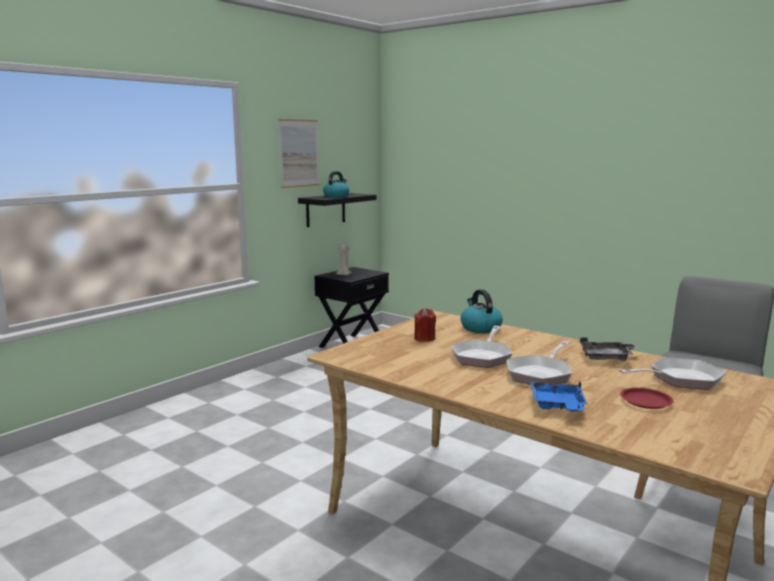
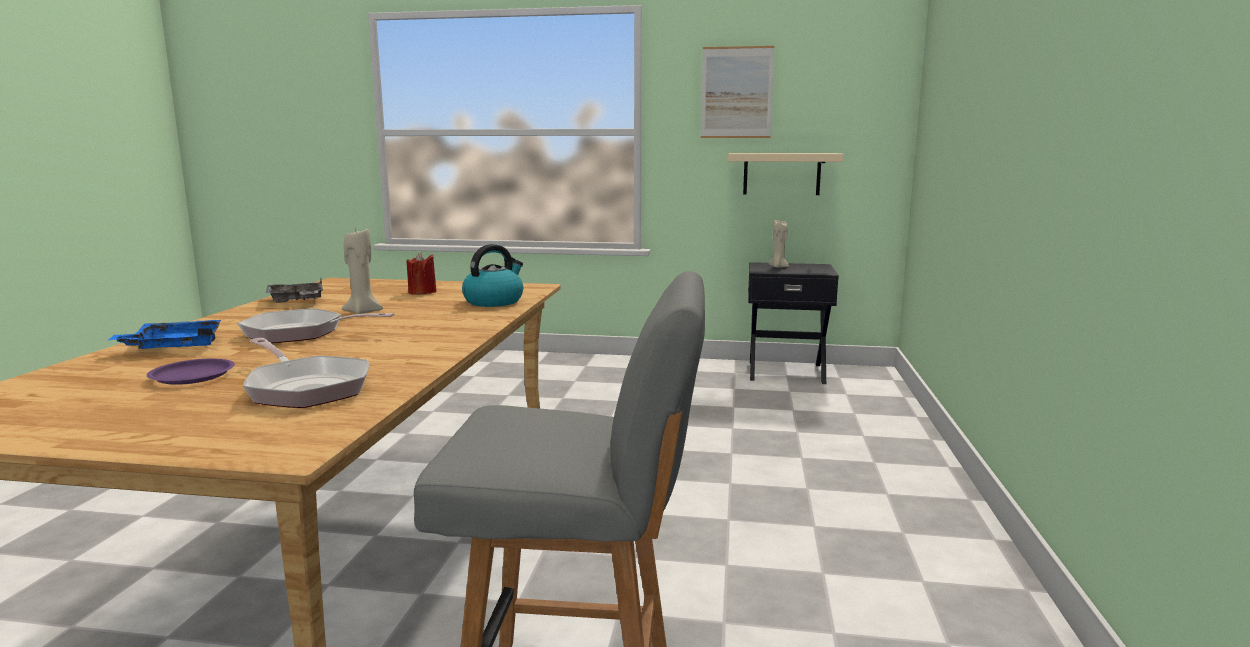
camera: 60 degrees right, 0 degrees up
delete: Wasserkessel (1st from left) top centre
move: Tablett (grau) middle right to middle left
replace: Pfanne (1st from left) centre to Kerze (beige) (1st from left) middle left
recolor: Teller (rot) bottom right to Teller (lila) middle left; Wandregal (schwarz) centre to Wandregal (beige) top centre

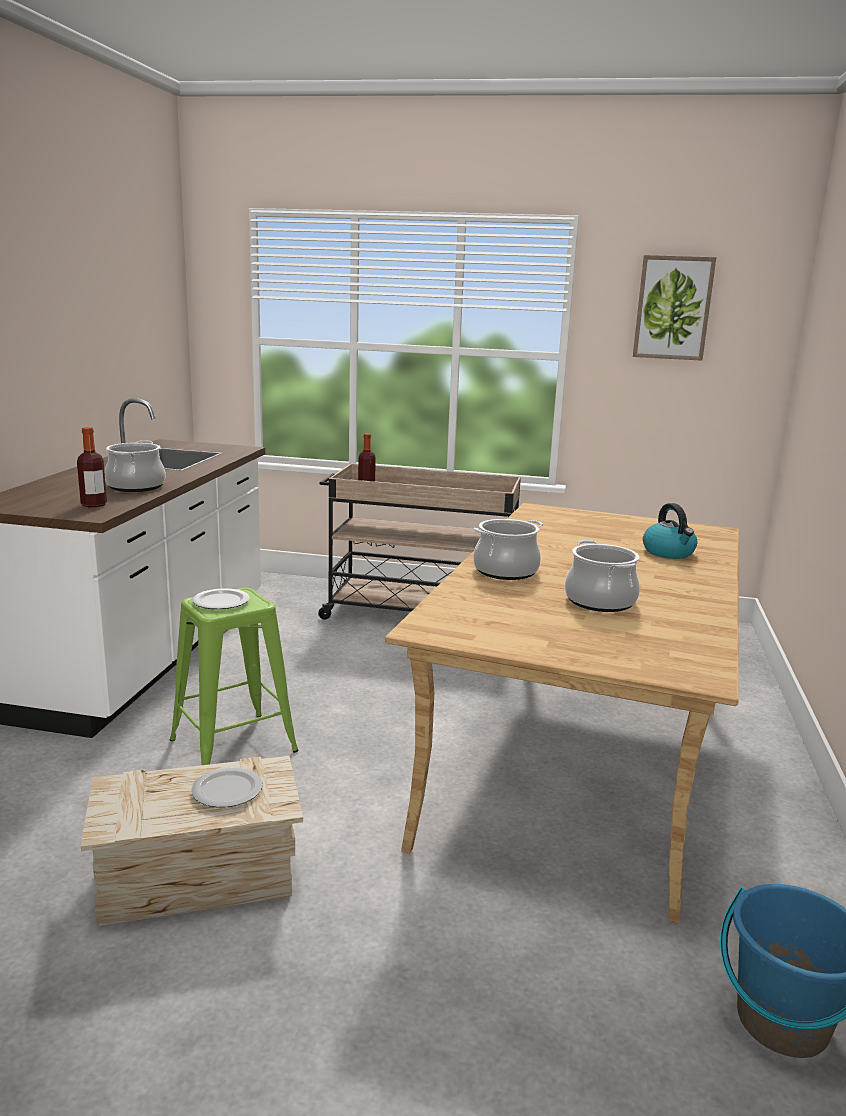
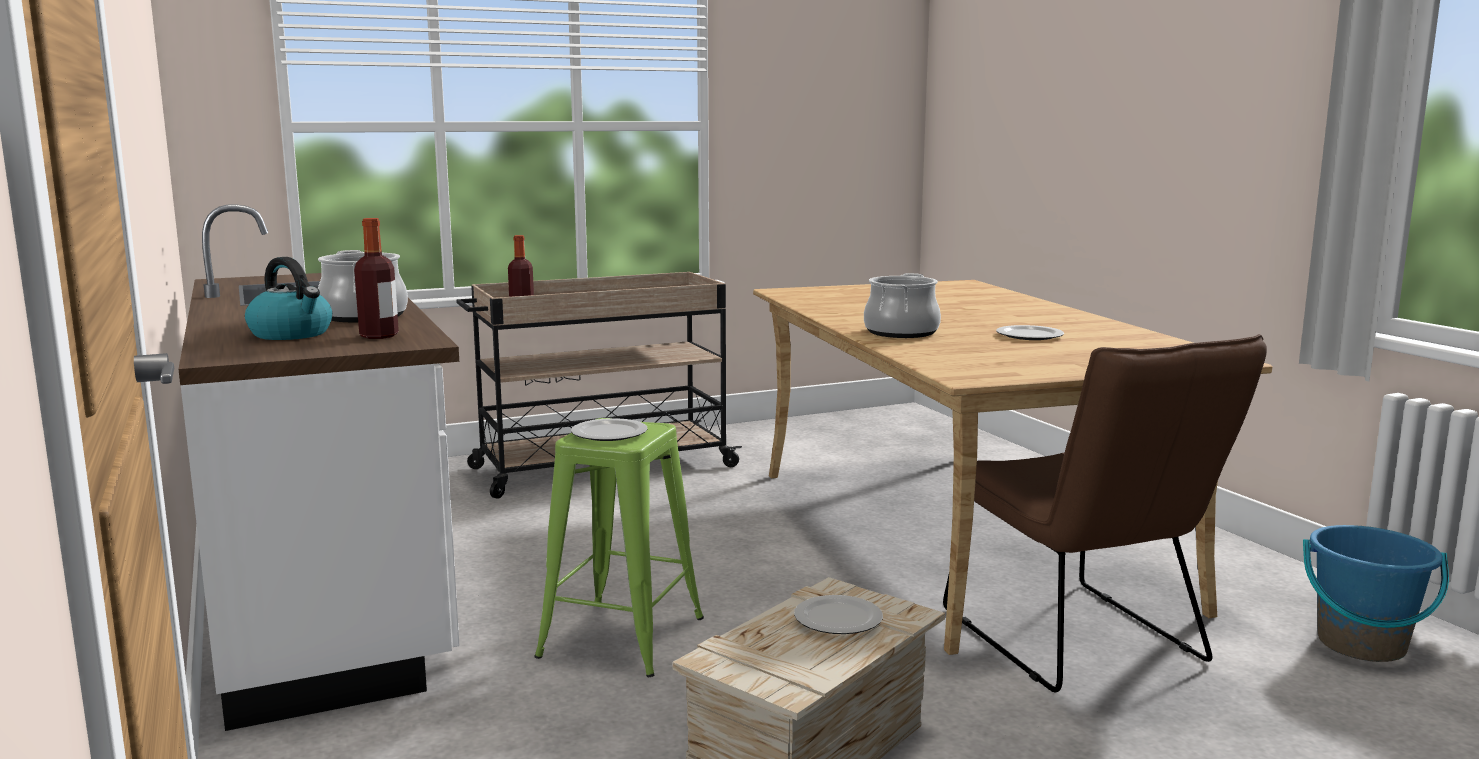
camera: 35 degrees left, 5 degrees down
delete: Bild top right
insert: Stuhl (braun) bottom right
move: Wasserkessel middle right to middle left
replace: Kochtopf (3rd from left) middle right to Teller (3rd from left) middle right

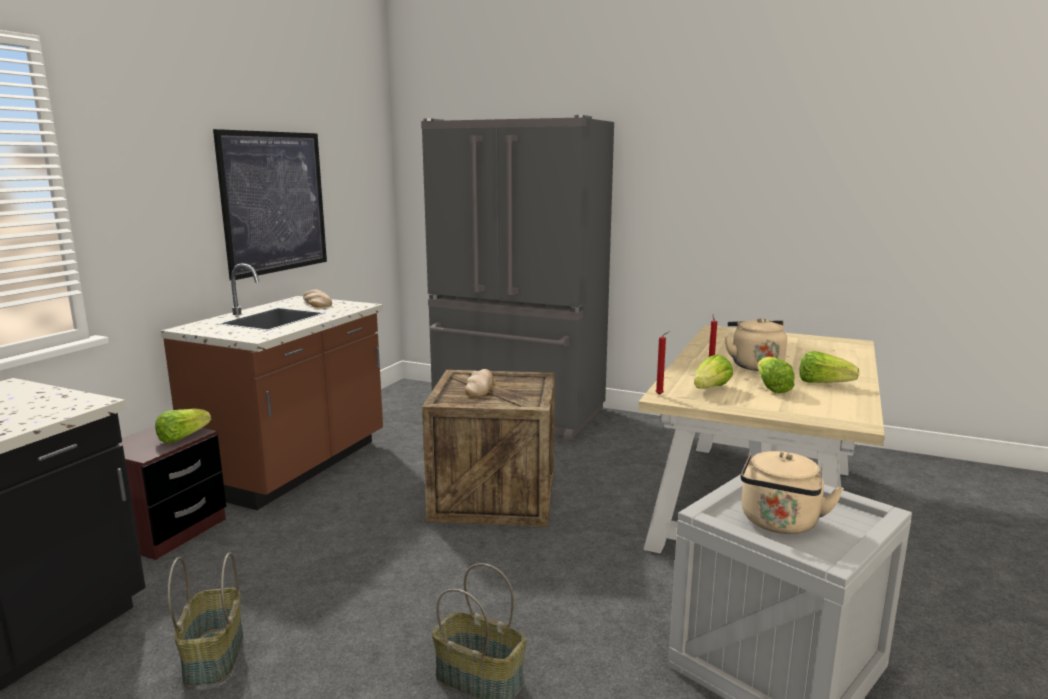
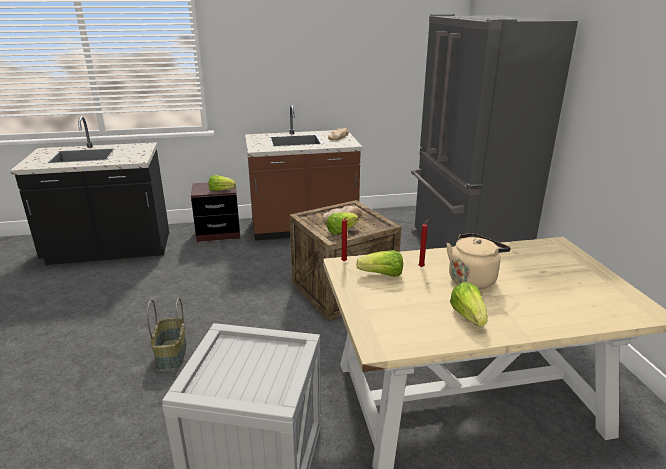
camera: 55 degrees right, 10 degrees up
delete: Korb (1st from left) bottom left; Bild top left; Wasserkessel (beige) (2nd from left) bottom right
move: Salatkopf (3rd from left in the first image) middle right to Salatkopf (2nd from left) centre

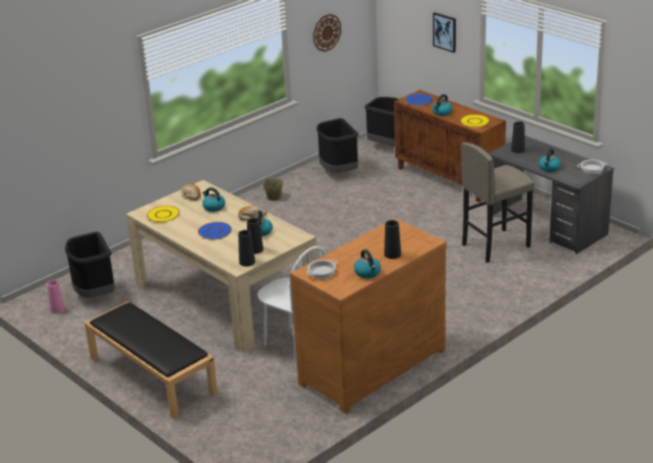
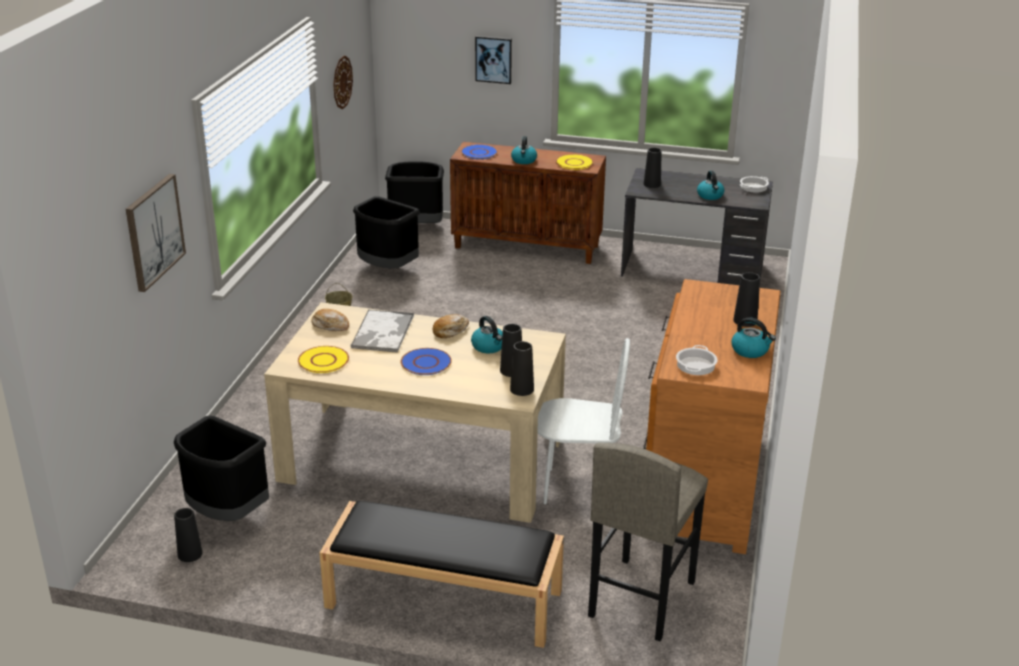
camera: 35 degrees left, 0 degrees up
insert: Bild (1st from left) middle left
move: Hocker (grau) middle right to bottom centre
replace: Wasserkessel (1st from left) middle left to Tablett centre
recolor: Vase (rosa) middle left to Vase (schwarz) (1st from left) bottom left

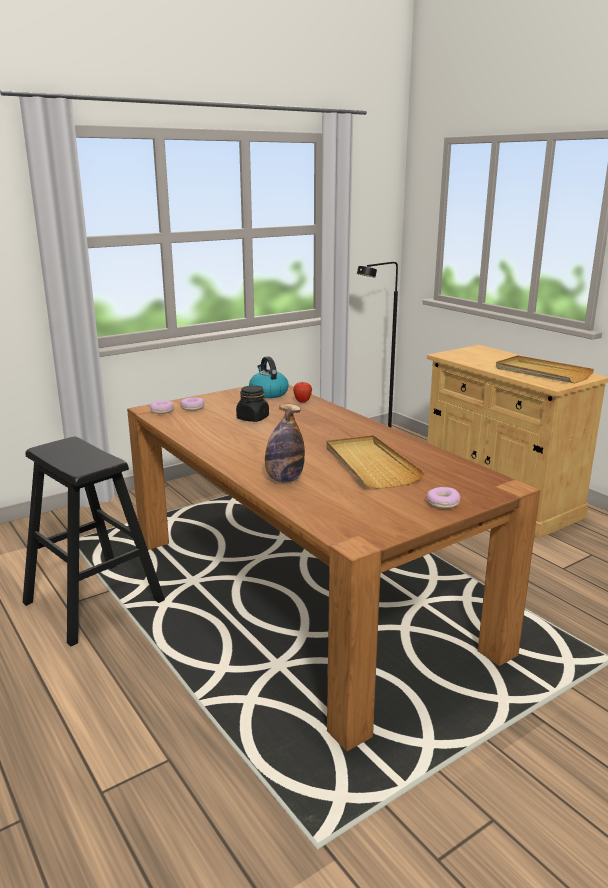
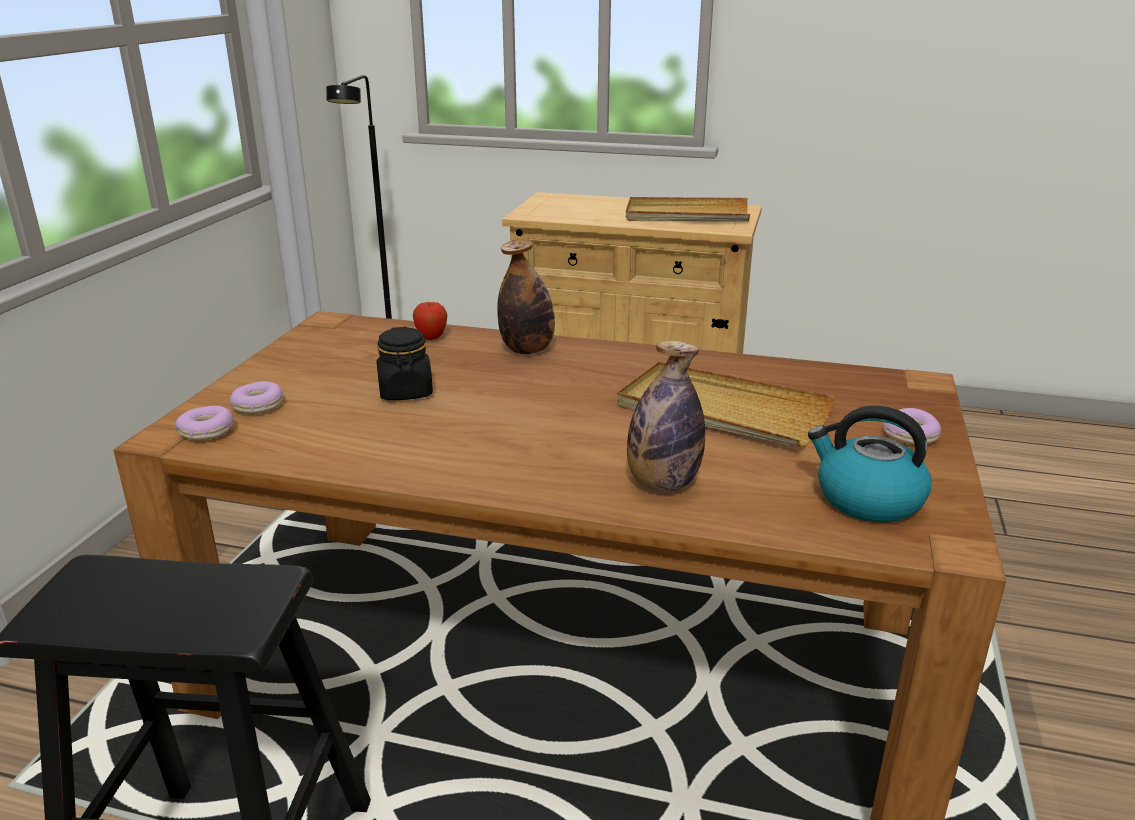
camera: 40 degrees left, 5 degrees up
insert: Flasche (1st from left) centre
move: Wasserkessel centre to middle right

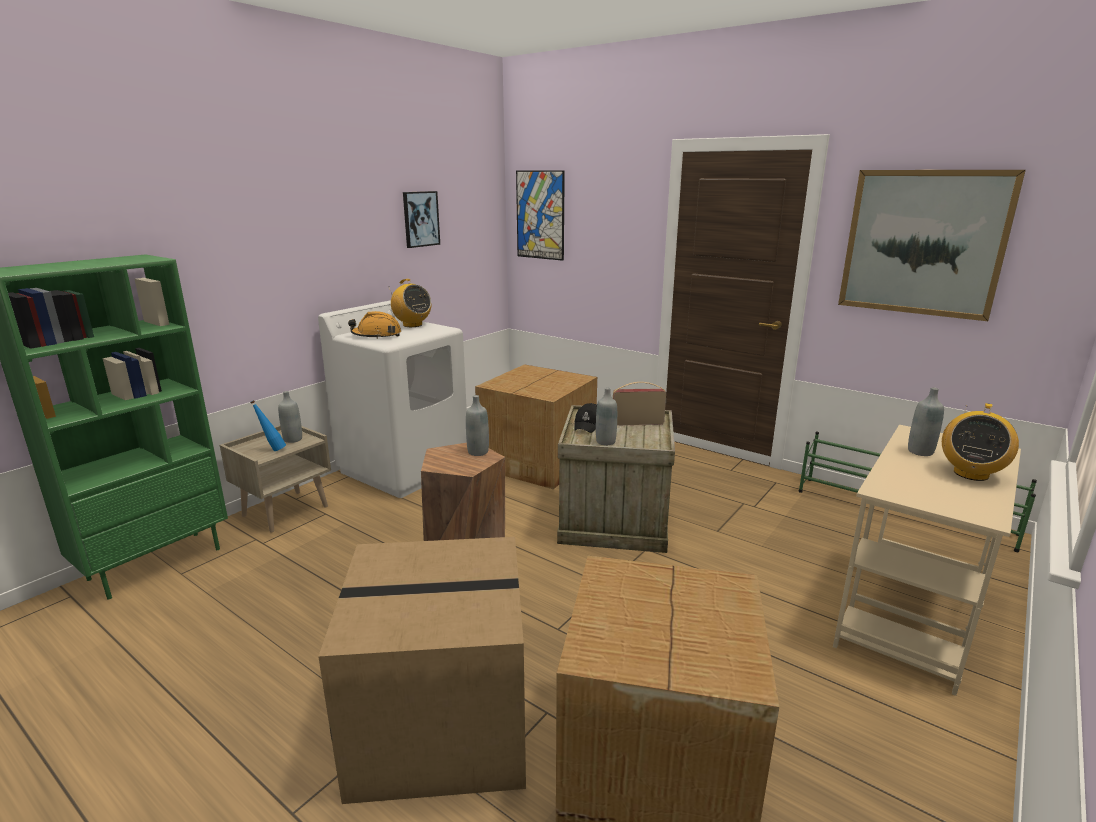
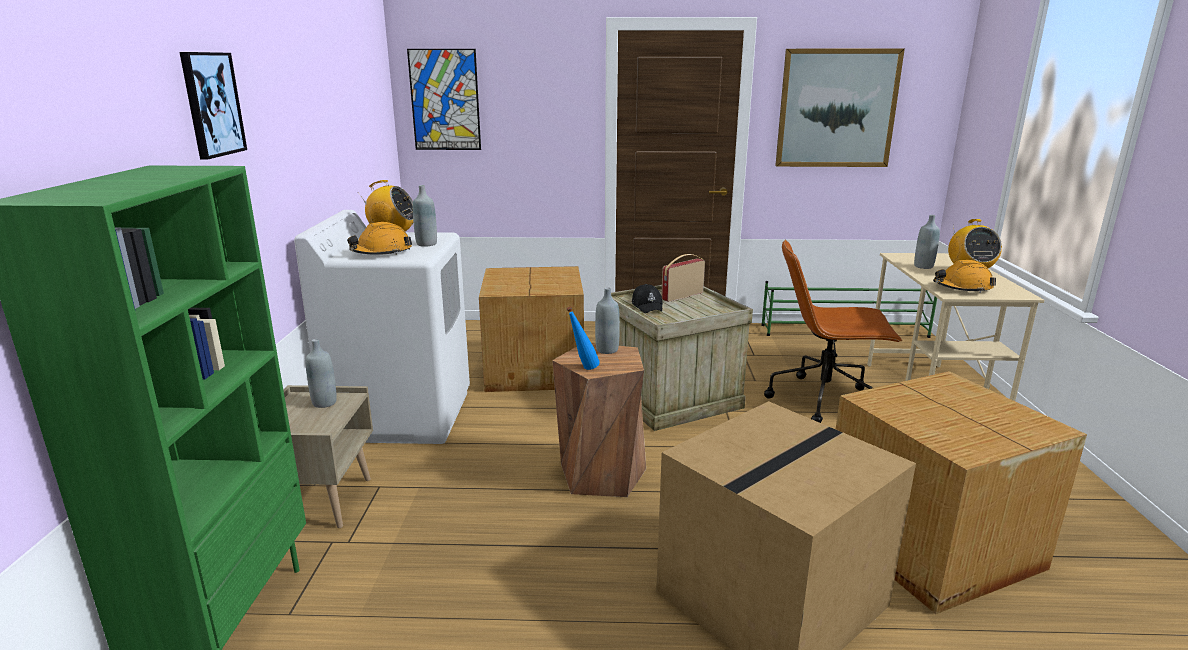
camera: 35 degrees left, 0 degrees up
insert: Bürostuhl (braun) middle right; Schutzhelm (orange) (2nd from left) middle right
move: Bild (1st from left) top centre to top left; Flasche (grau) (3rd from left in the first image) centre to Flasche (grau) (2nd from left) top centre; Flasche (blau) middle left to centre

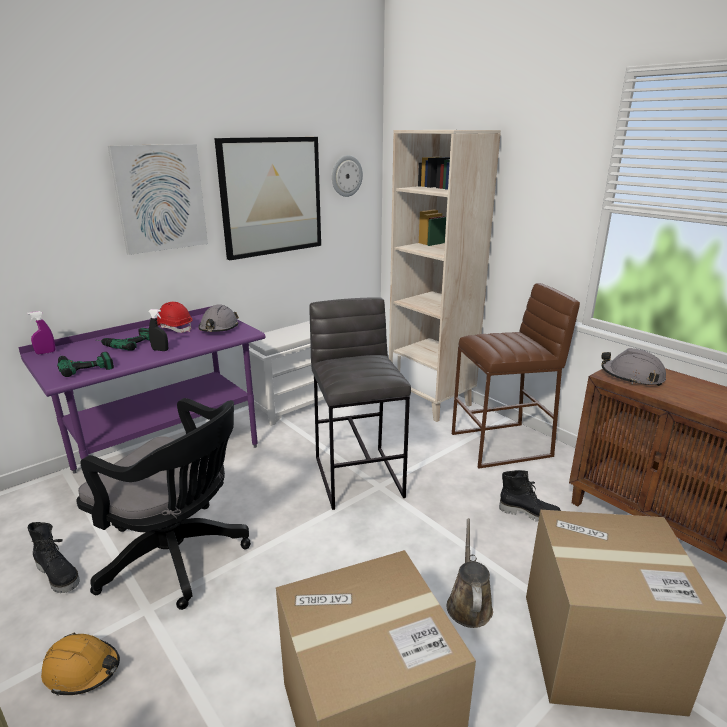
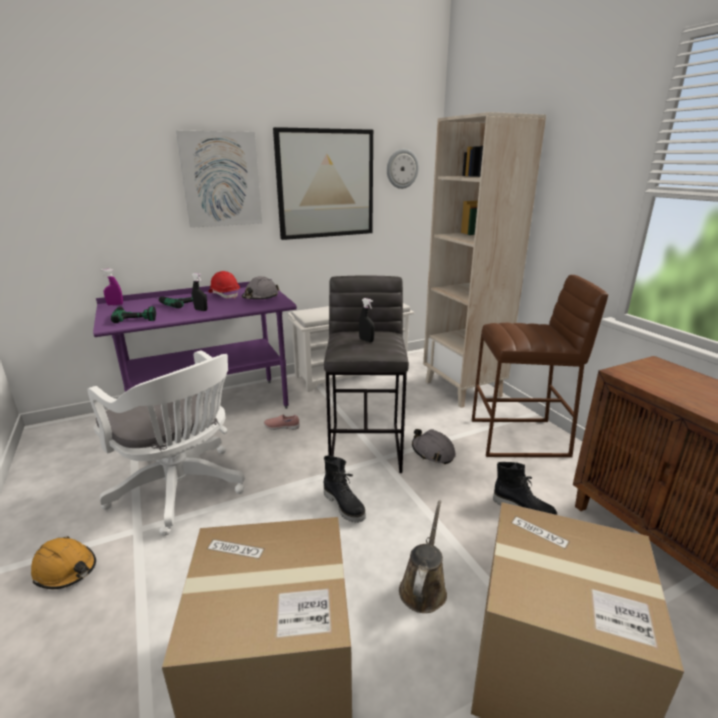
camera: 15 degrees right, 0 degrees up
insert: Schuh (rosa) centre; Sprühflasche (schwarz) (2nd from left) centre
move: Stiefel (schwarz) (1st from left) bottom left to bottom centre; Schutzhelm (grau) (2nd from left) middle right to centre
recolor: Bürostuhl (schwarz) bottom left to Bürostuhl (weiß) middle left

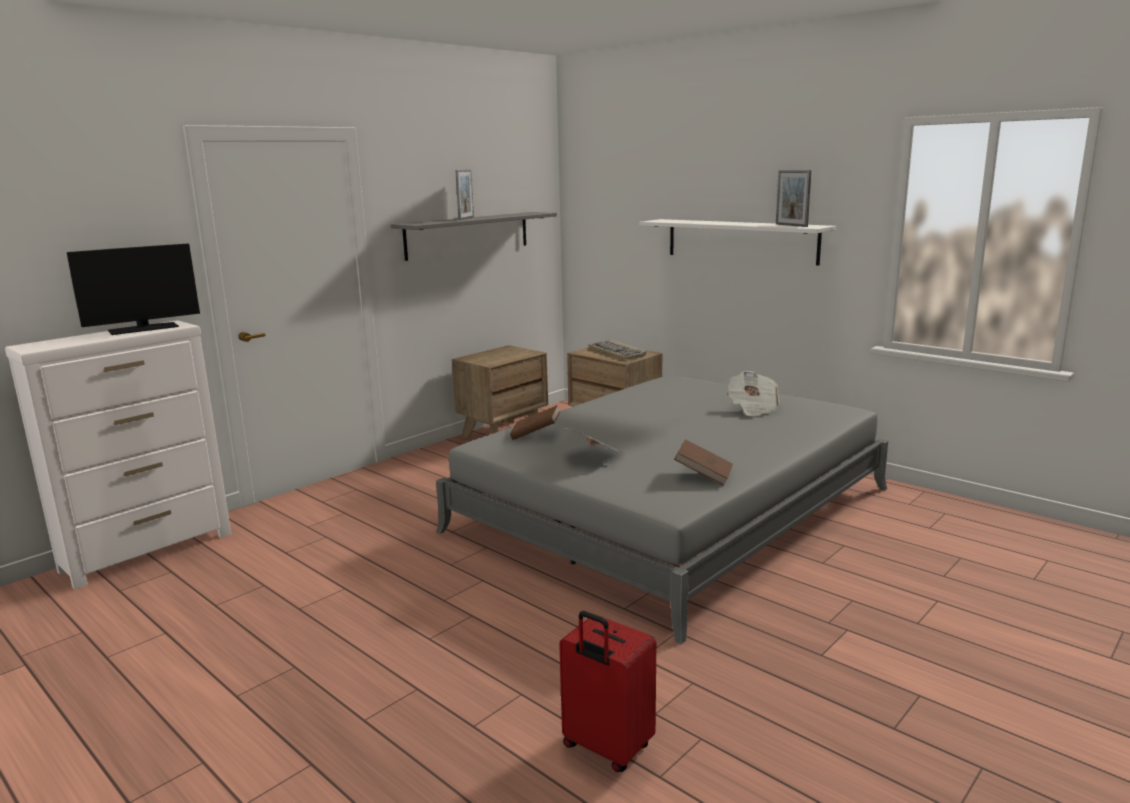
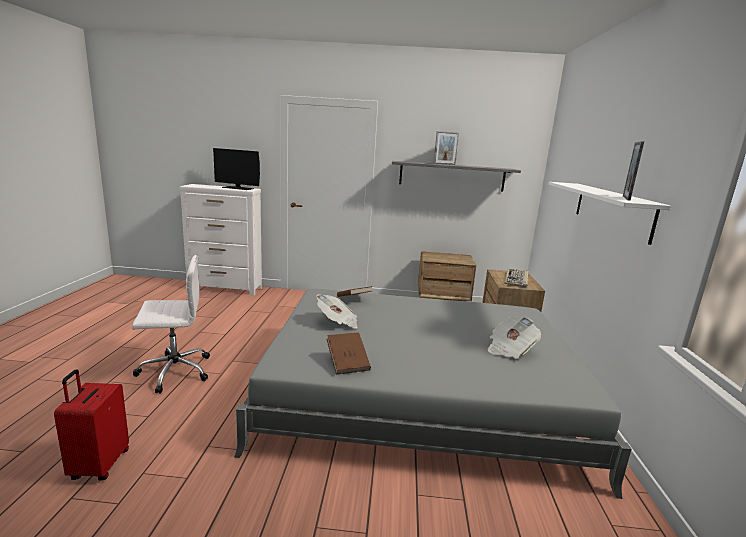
camera: 50 degrees right, 0 degrees up
insert: Bürostuhl (weiß) middle left

